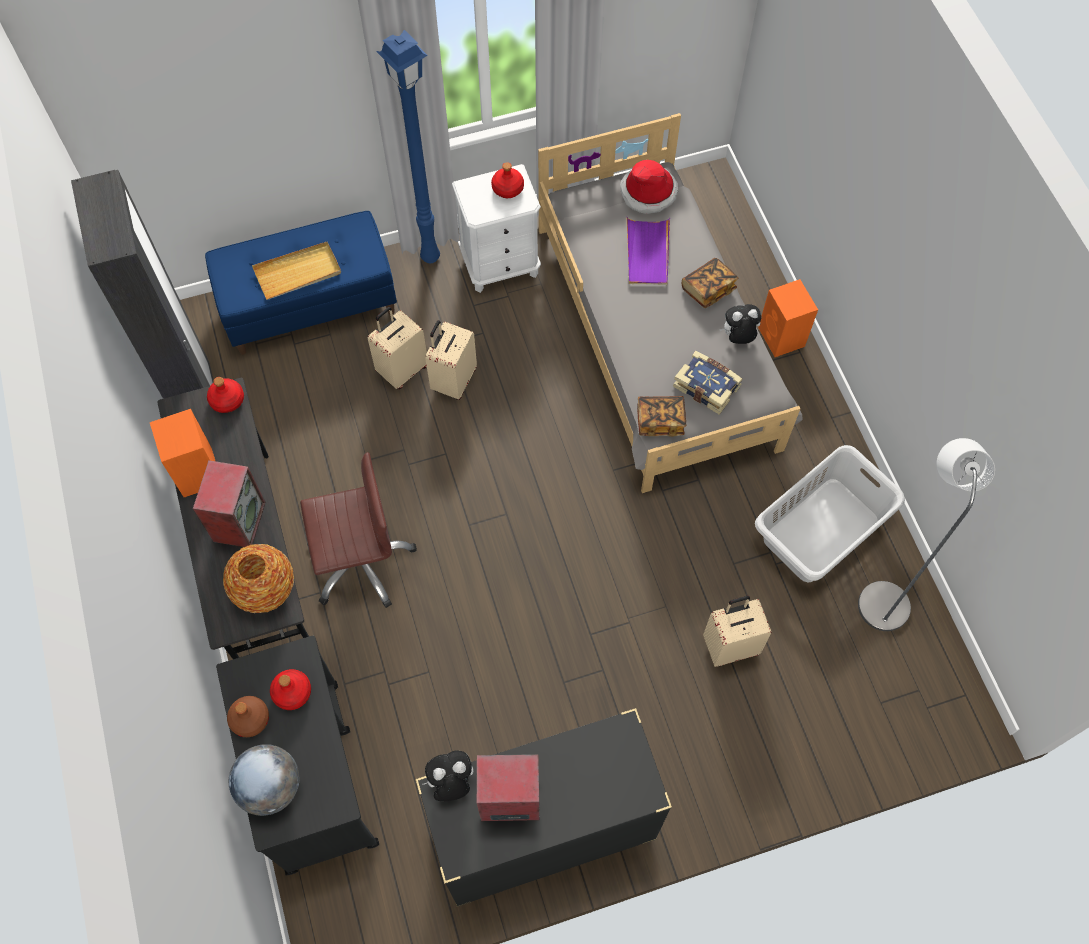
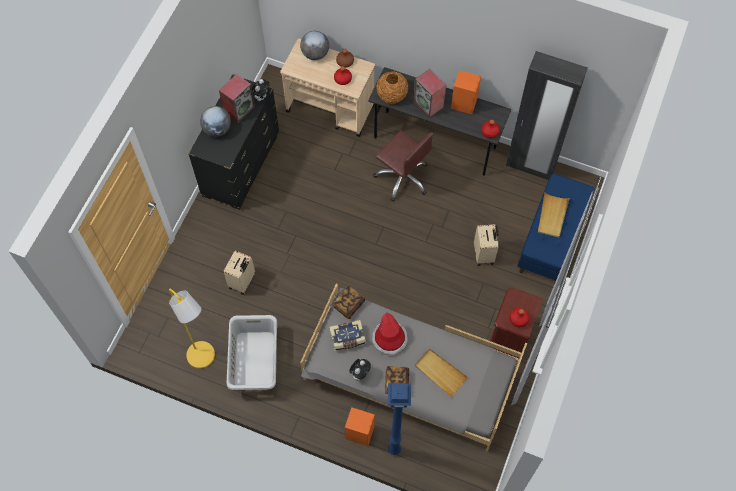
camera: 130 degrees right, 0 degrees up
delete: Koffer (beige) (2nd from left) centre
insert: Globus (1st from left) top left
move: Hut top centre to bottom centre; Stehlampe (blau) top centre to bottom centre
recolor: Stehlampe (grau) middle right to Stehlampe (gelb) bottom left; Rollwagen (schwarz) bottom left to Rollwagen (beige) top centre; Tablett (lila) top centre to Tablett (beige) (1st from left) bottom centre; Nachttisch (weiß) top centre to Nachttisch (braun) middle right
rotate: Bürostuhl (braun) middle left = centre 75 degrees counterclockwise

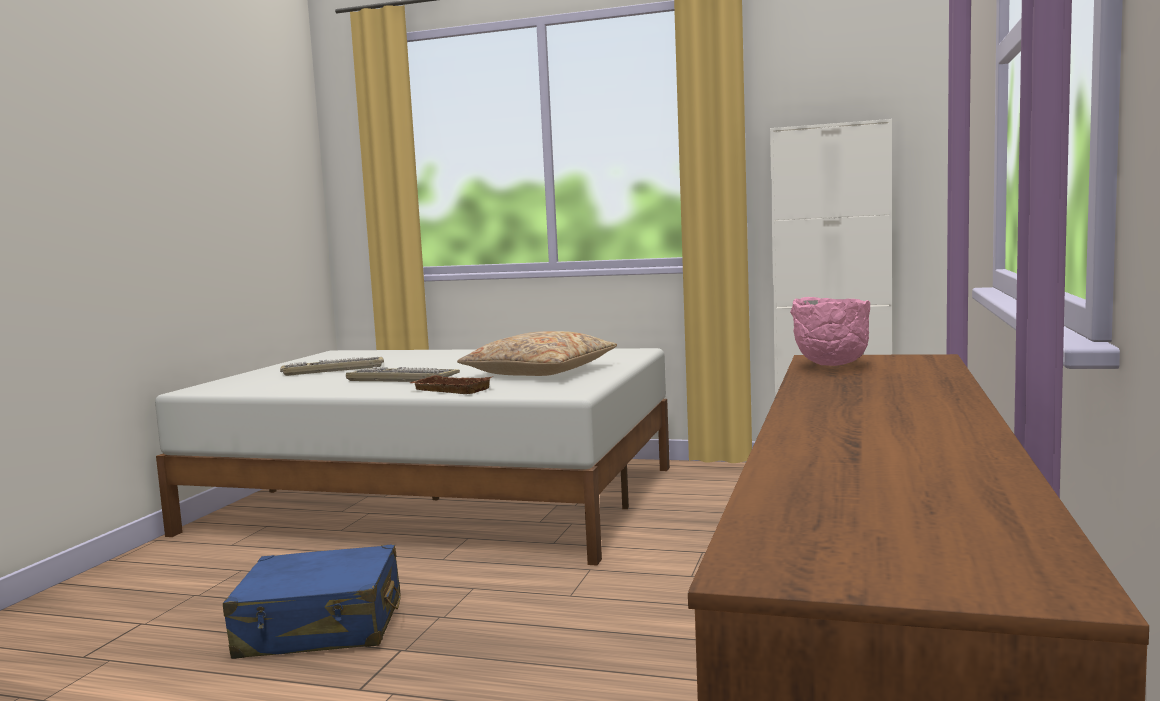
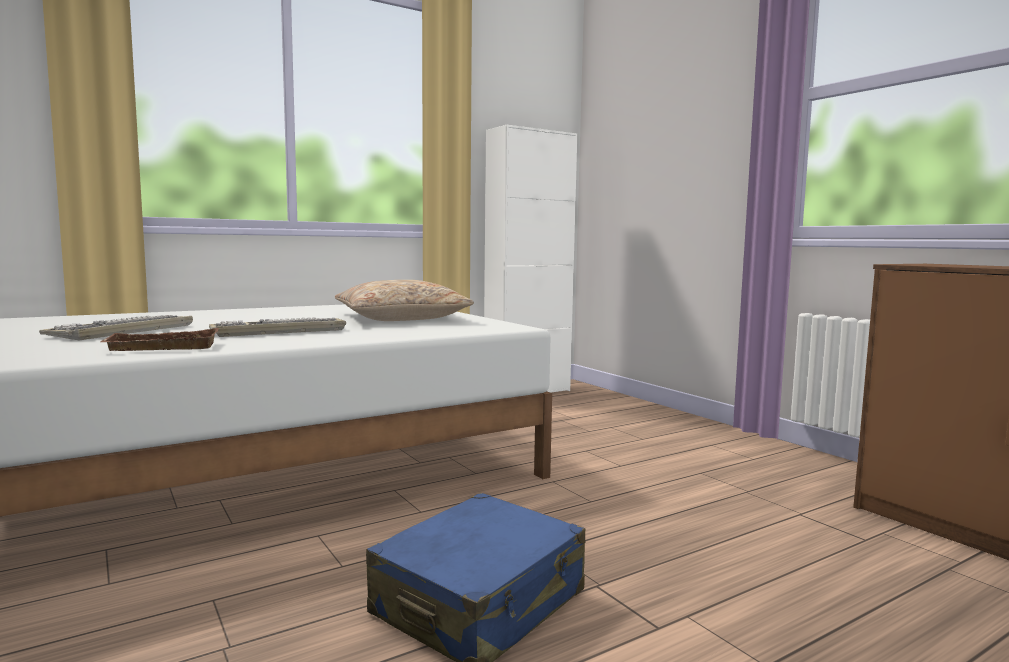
camera: 50 degrees left, 0 degrees up
delete: Schüssel (rosa) middle right
move: Tablett (braun) centre to middle left

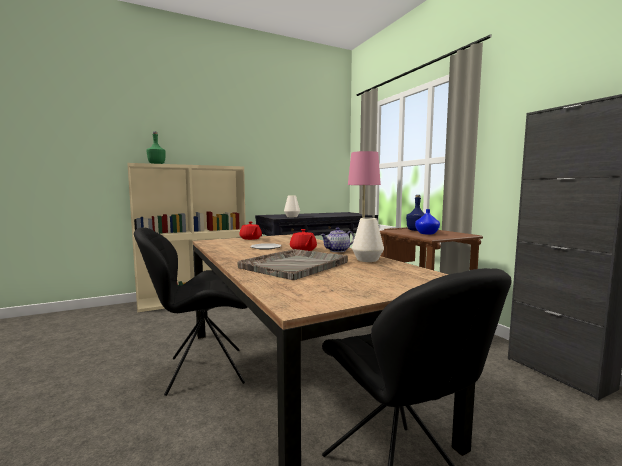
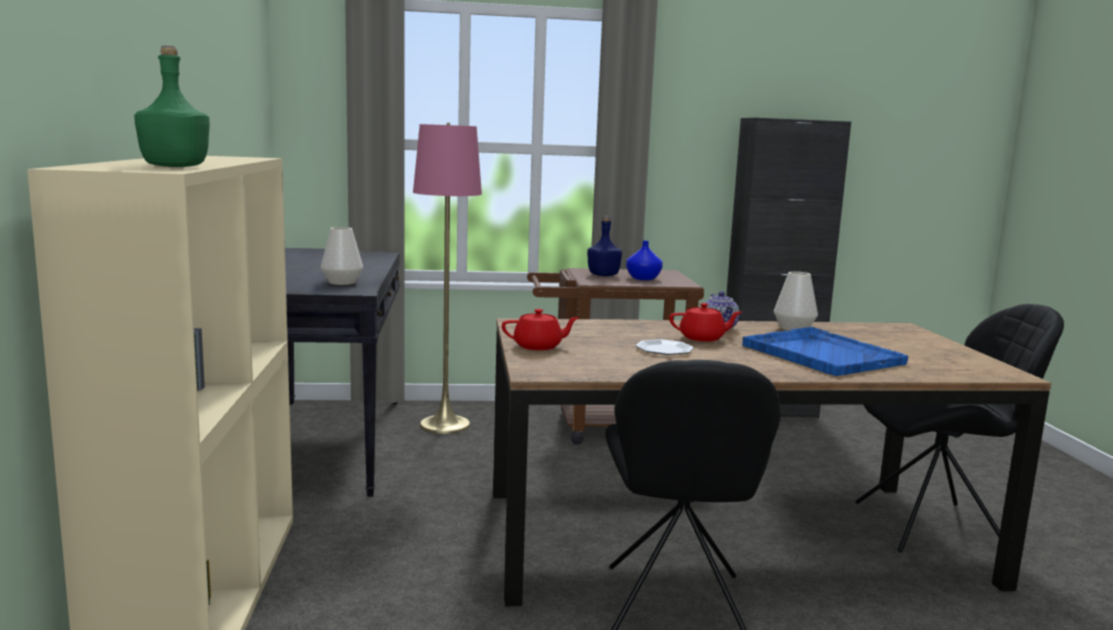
camera: 70 degrees left, 5 degrees up
recolor: Tablett (grau) centre to Tablett (blau) middle right

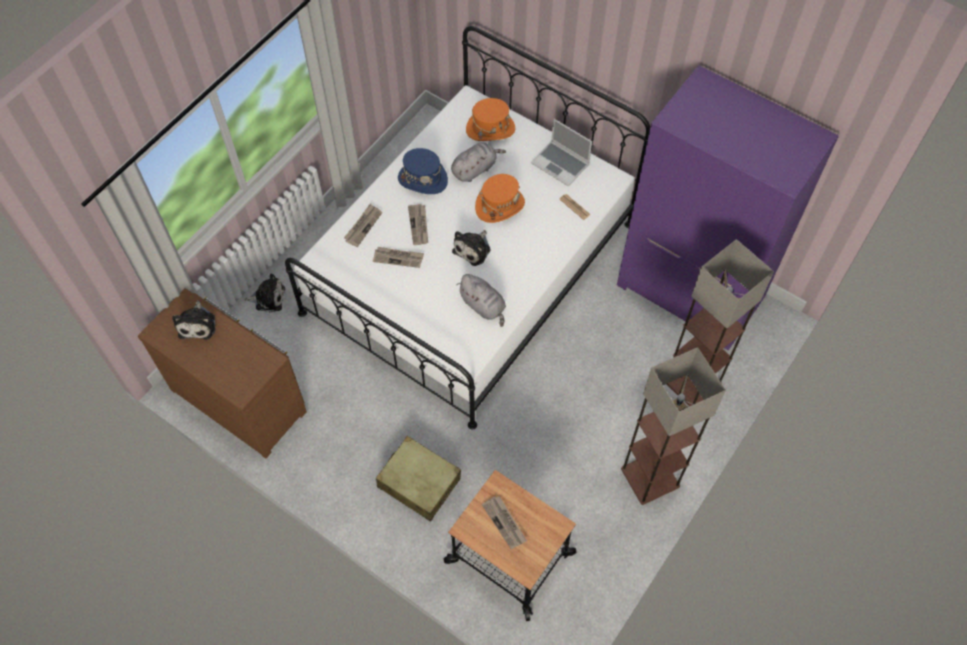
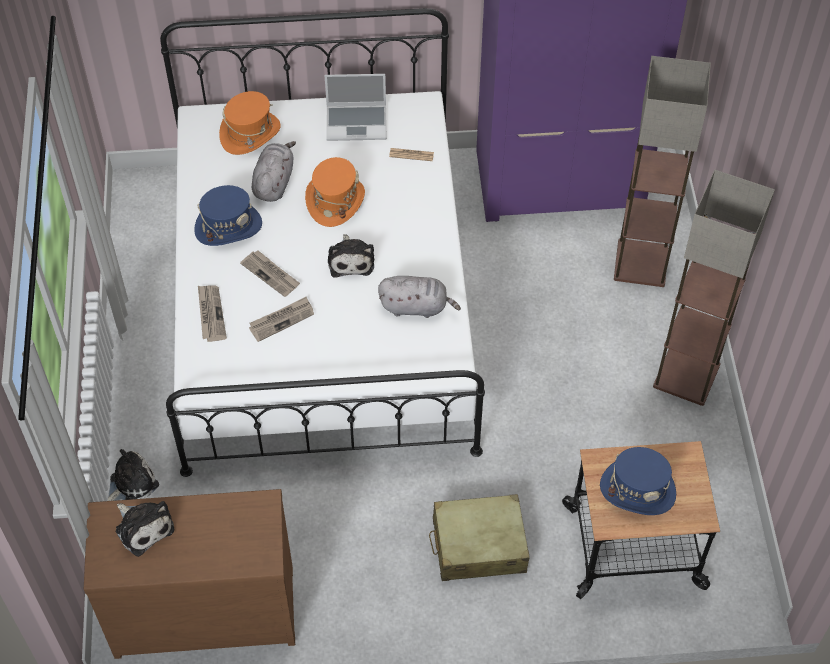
camera: 40 degrees left, 5 degrees down
replace: Zeitung (4th from left) bottom centre to Hut (blau) (2nd from left) bottom right

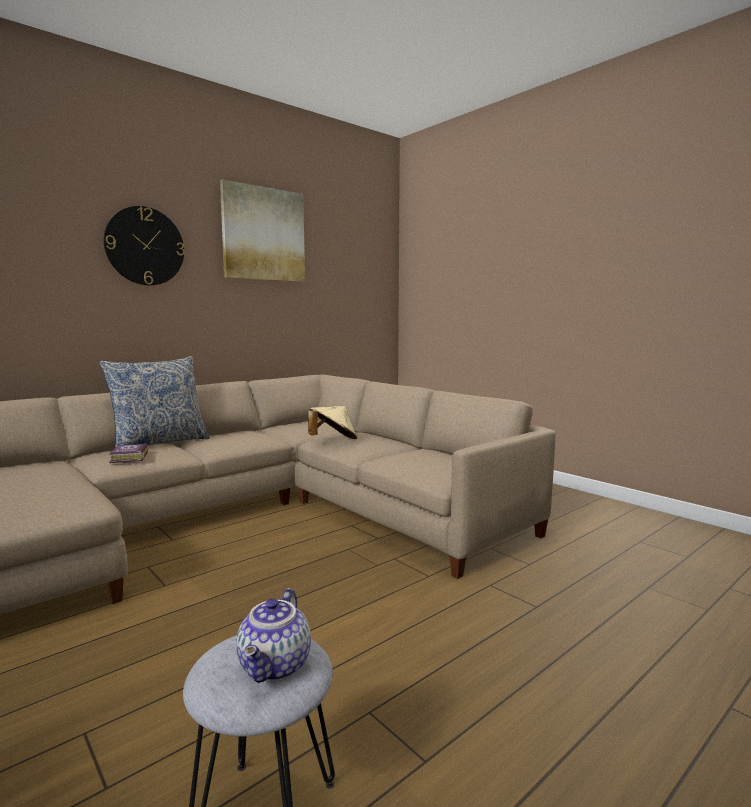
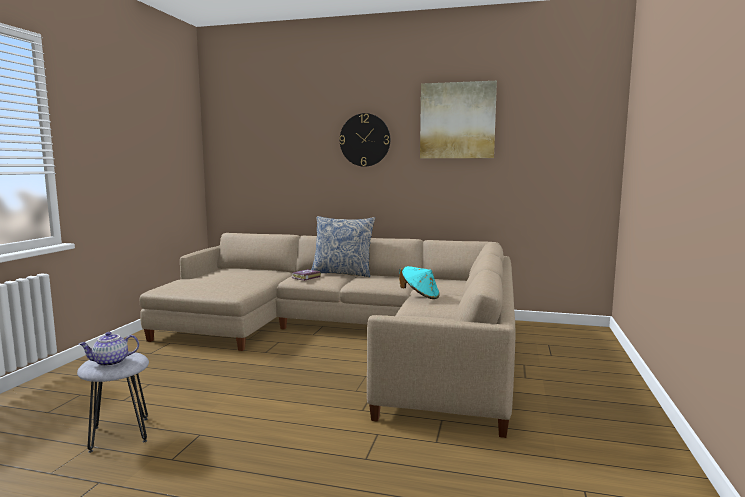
camera: 55 degrees right, 0 degrees up
recolor: Hut (beige) centre to Hut (türkis) centre

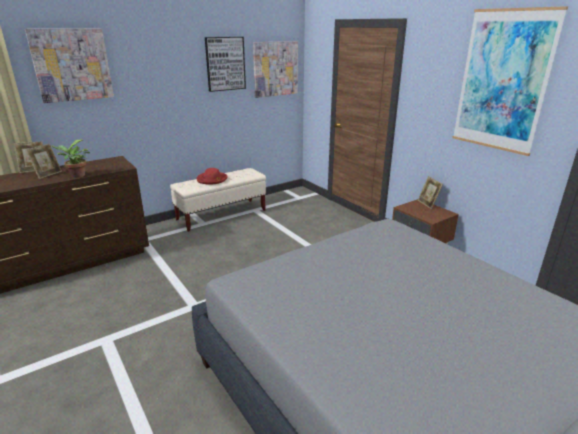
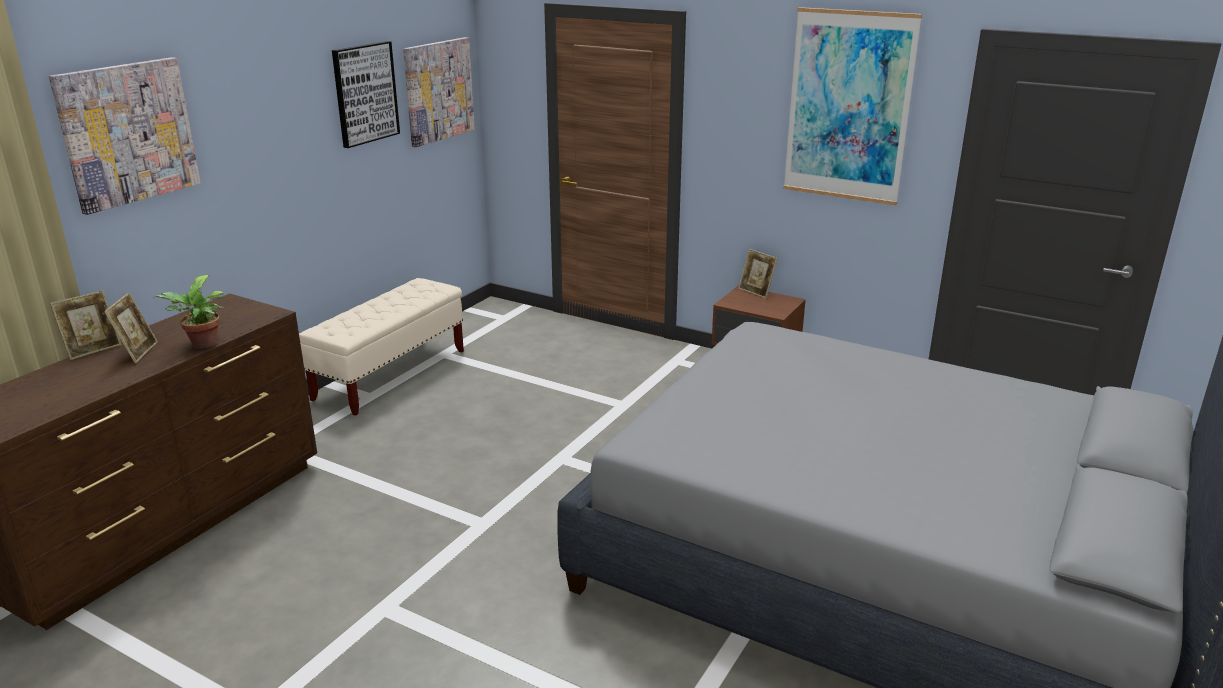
camera: 25 degrees left, 0 degrees up
delete: Hut (rot) centre

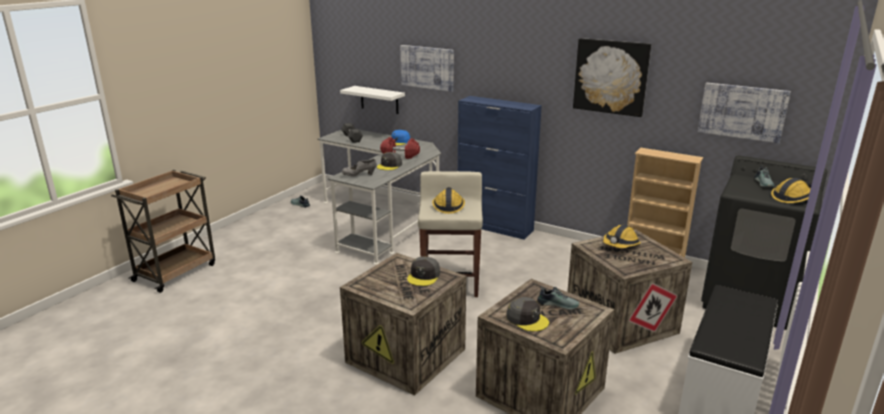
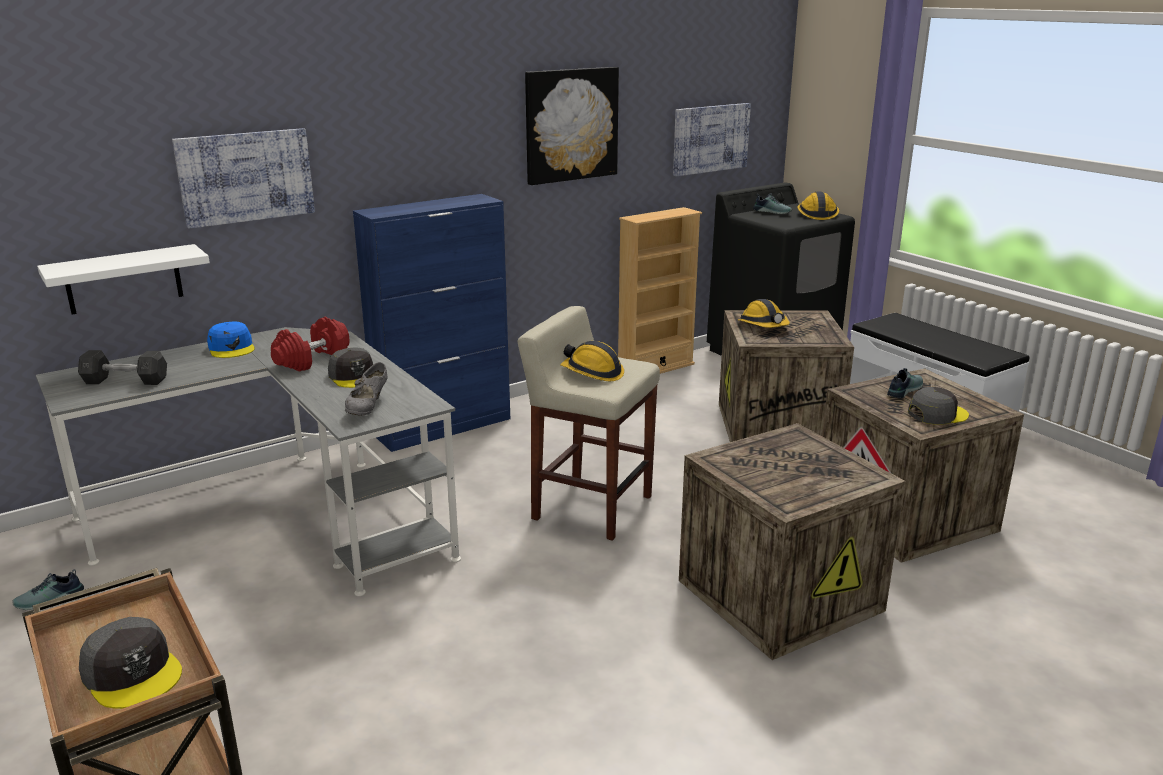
camera: 65 degrees left, 0 degrees up
move: Kappe (grau) (2nd from left in the first image) centre to Kappe (grau) (1st from left) bottom left

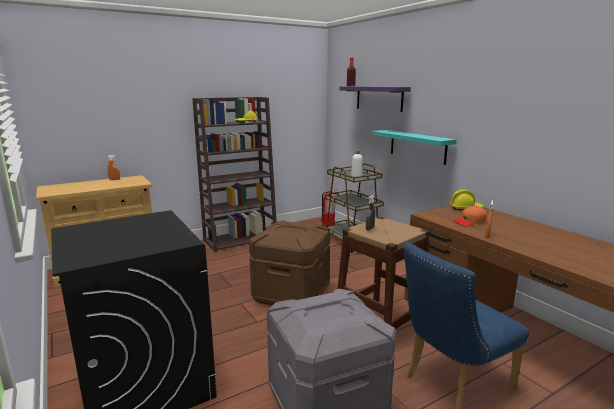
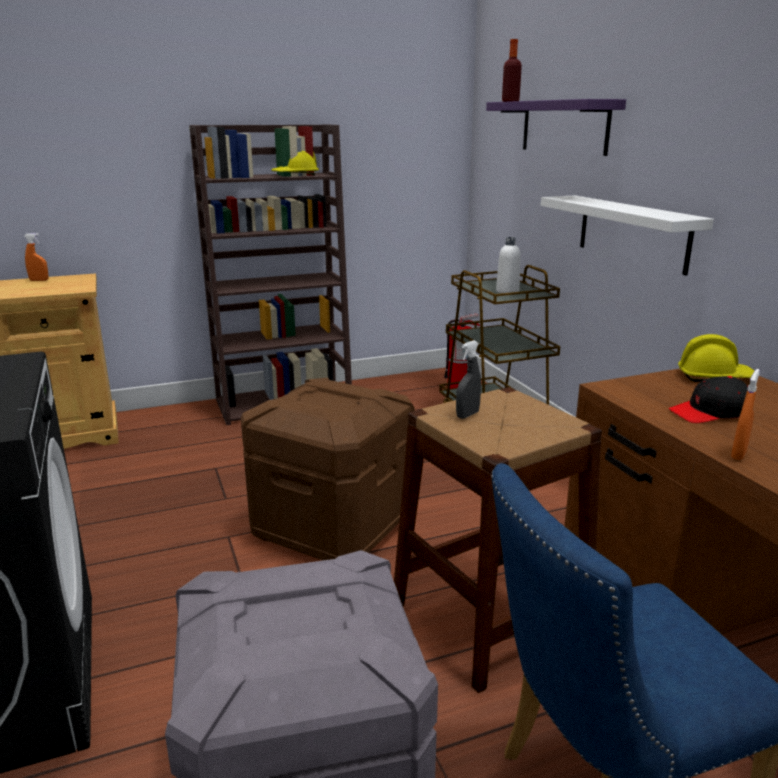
camera: 10 degrees right, 5 degrees up
recolor: Wandregal (türkis) middle right to Wandregal (weiß) top right; Kappe (orange) middle right to Kappe (schwarz) middle right

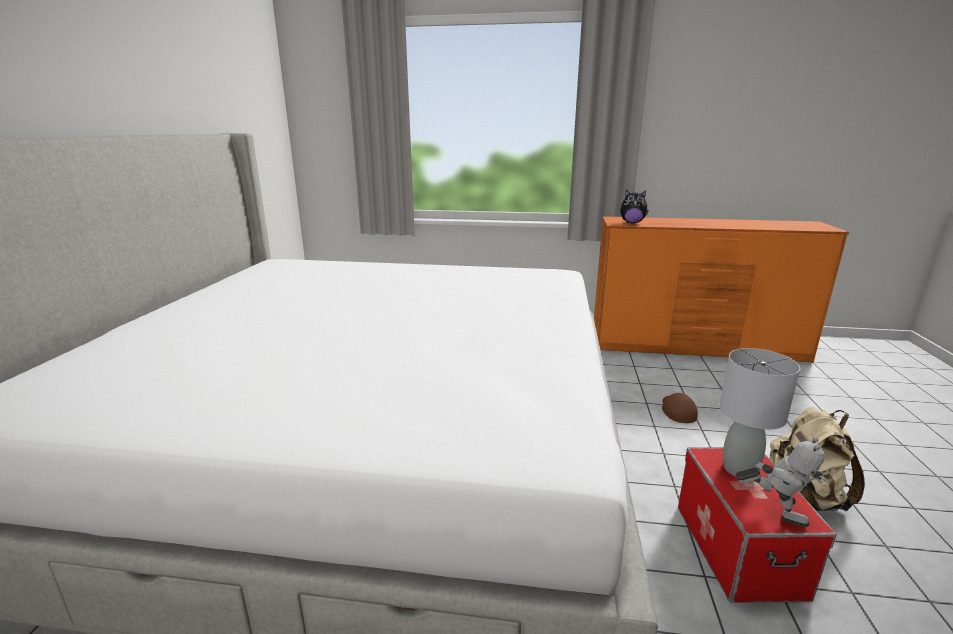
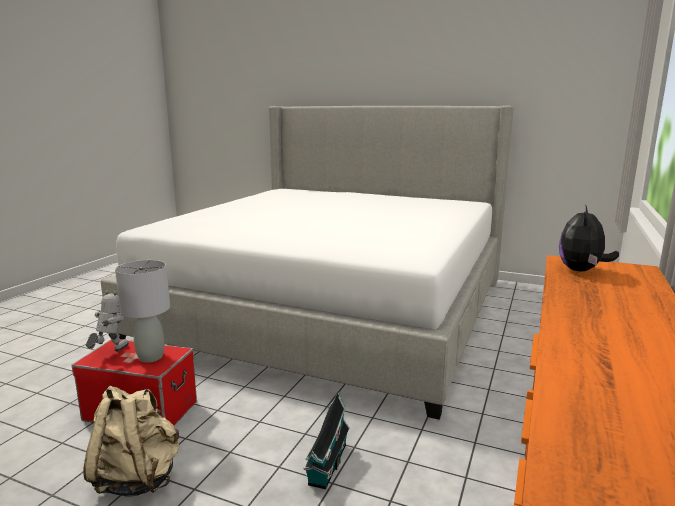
camera: 105 degrees right, 5 degrees down
replace: Kappe (braun) middle right to Spielzeughaus bottom centre
rotate: Spielzeugroboter bottom right = middle left 150 degrees clockwise

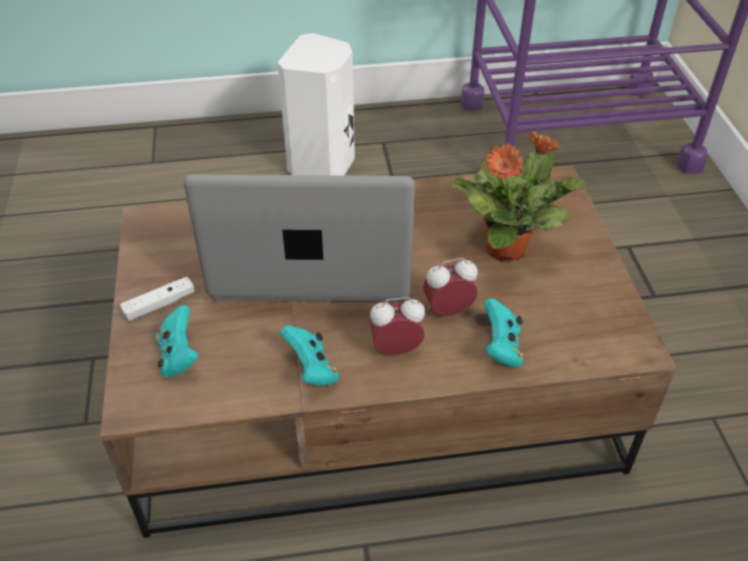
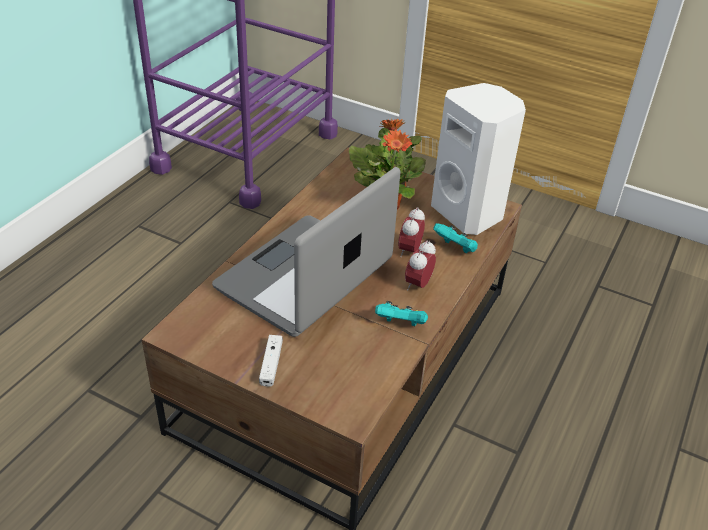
camera: 55 degrees left, 5 degrees down
delete: Gamepad (türkis) (1st from left) middle left
move: Lautsprecher (weiß) top centre to top right

